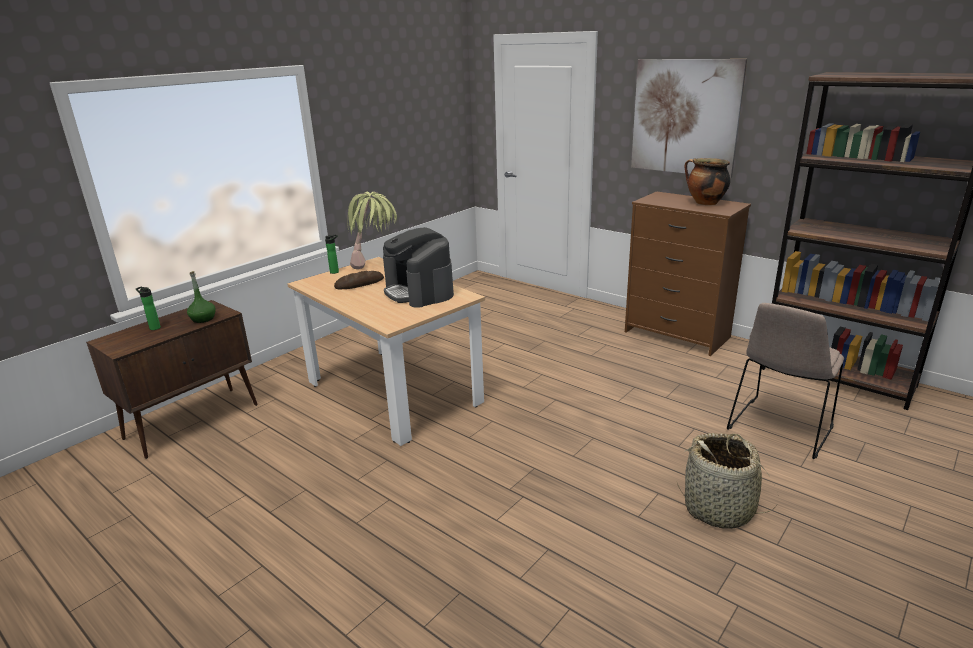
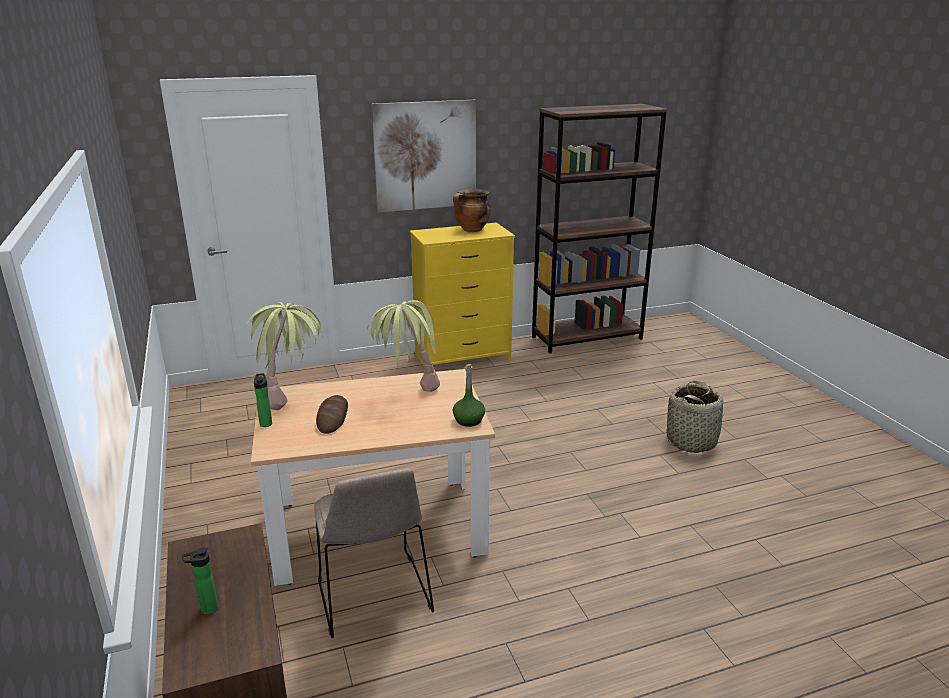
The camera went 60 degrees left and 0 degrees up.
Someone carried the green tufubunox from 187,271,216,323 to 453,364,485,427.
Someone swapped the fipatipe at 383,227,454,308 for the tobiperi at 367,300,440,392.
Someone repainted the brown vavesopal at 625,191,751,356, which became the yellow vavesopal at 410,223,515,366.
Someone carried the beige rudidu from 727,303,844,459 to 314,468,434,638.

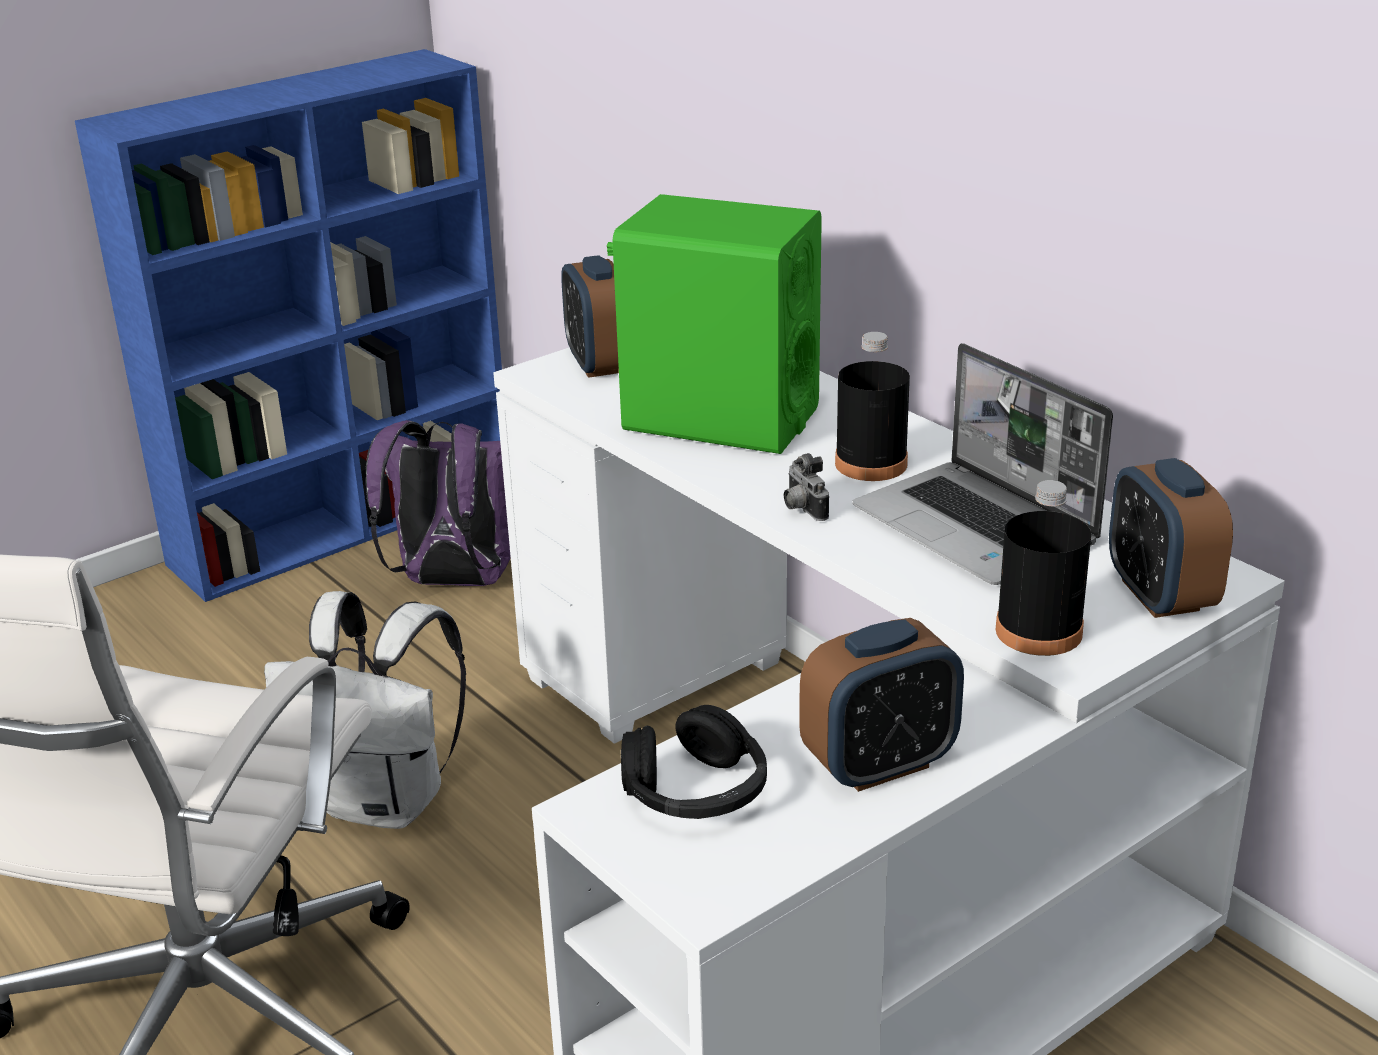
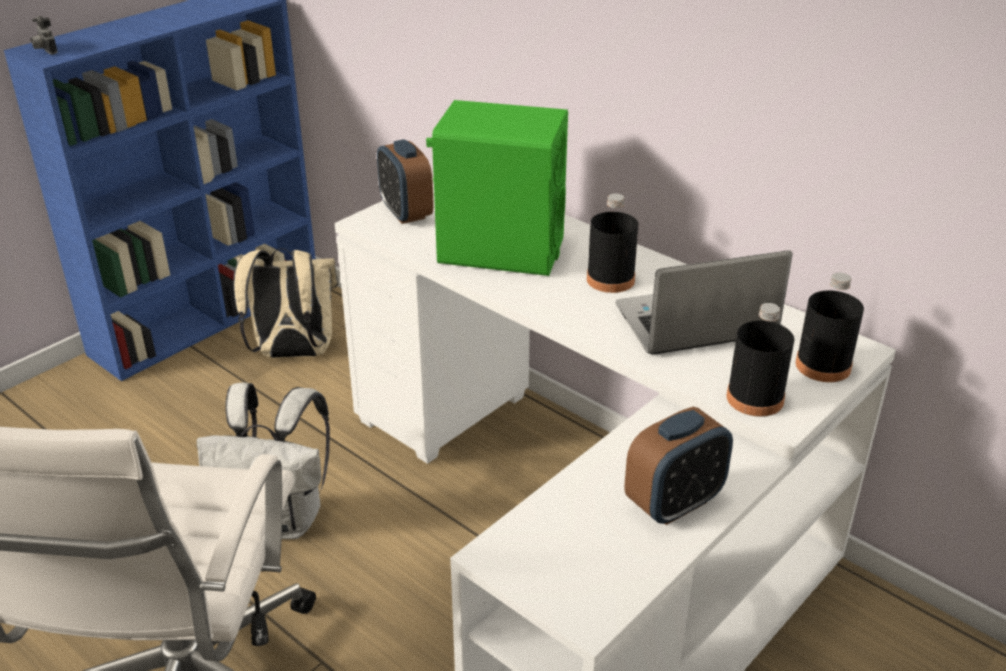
The camera went 10 degrees left and 5 degrees up.
Someone repainted the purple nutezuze at 366,420,511,586, which became the beige nutezuze at 233,248,338,358.
Someone took away the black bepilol at 621,705,767,819.
Someone carried the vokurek from 784,453,829,521 to 31,16,58,55.
Someone rotated the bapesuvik at 853,343,1113,585 by 120 degrees clockwise.
Someone swapped the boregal at 1109,458,1233,618 for the black tufubunox at 795,273,864,382.

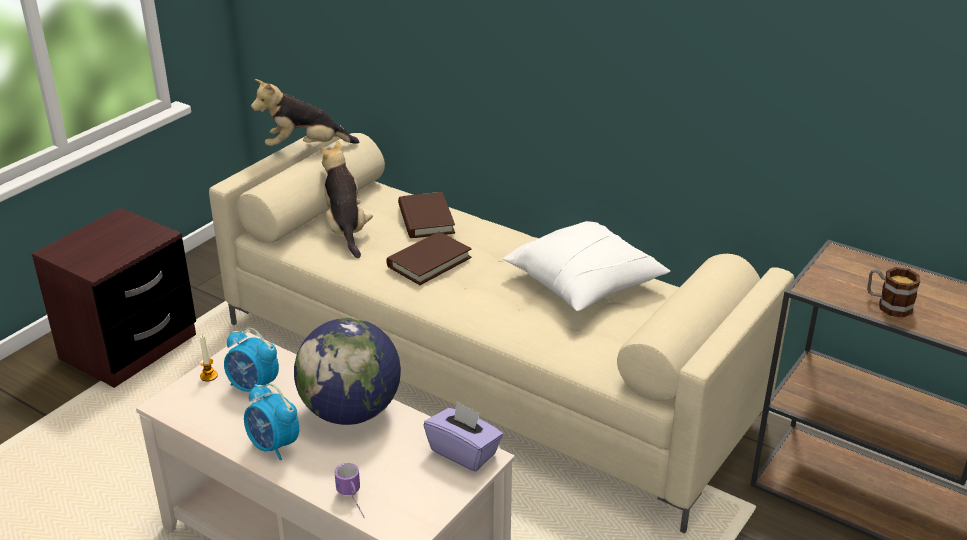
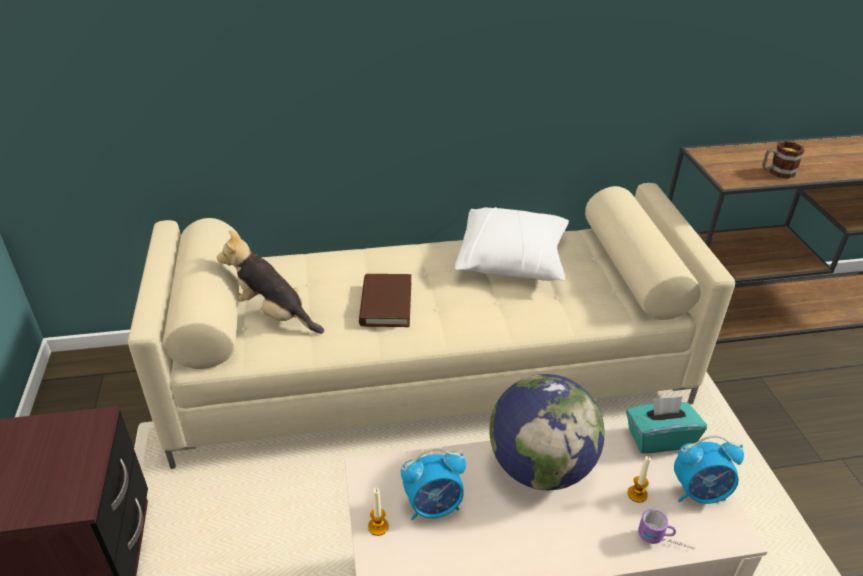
The camera went 45 degrees left and 5 degrees up.
Someone carried the boregal from 244,384,299,460 to 674,435,744,504.
Someone took away the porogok at 251,79,359,146.
Someone took away the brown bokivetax at 398,192,455,238.
Someone repainted the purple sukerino at 423,401,503,472, which became the turquoise sukerino at 626,396,707,454.
Someone put down the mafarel at 628,456,651,503.

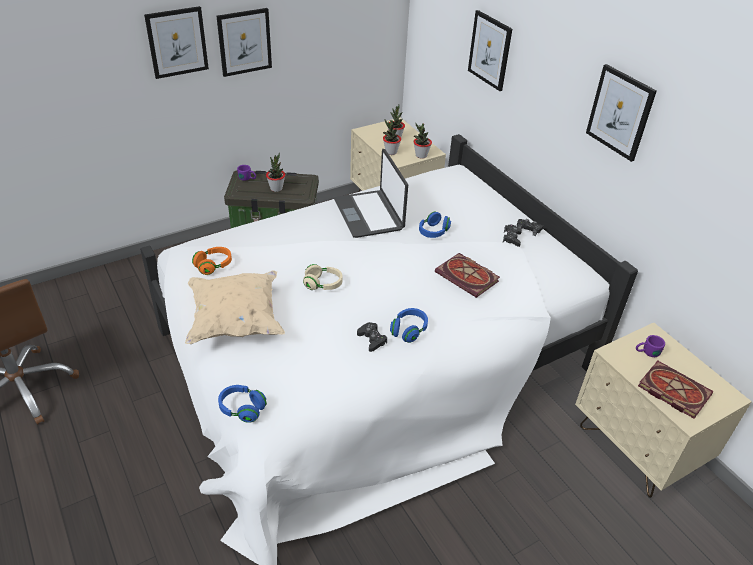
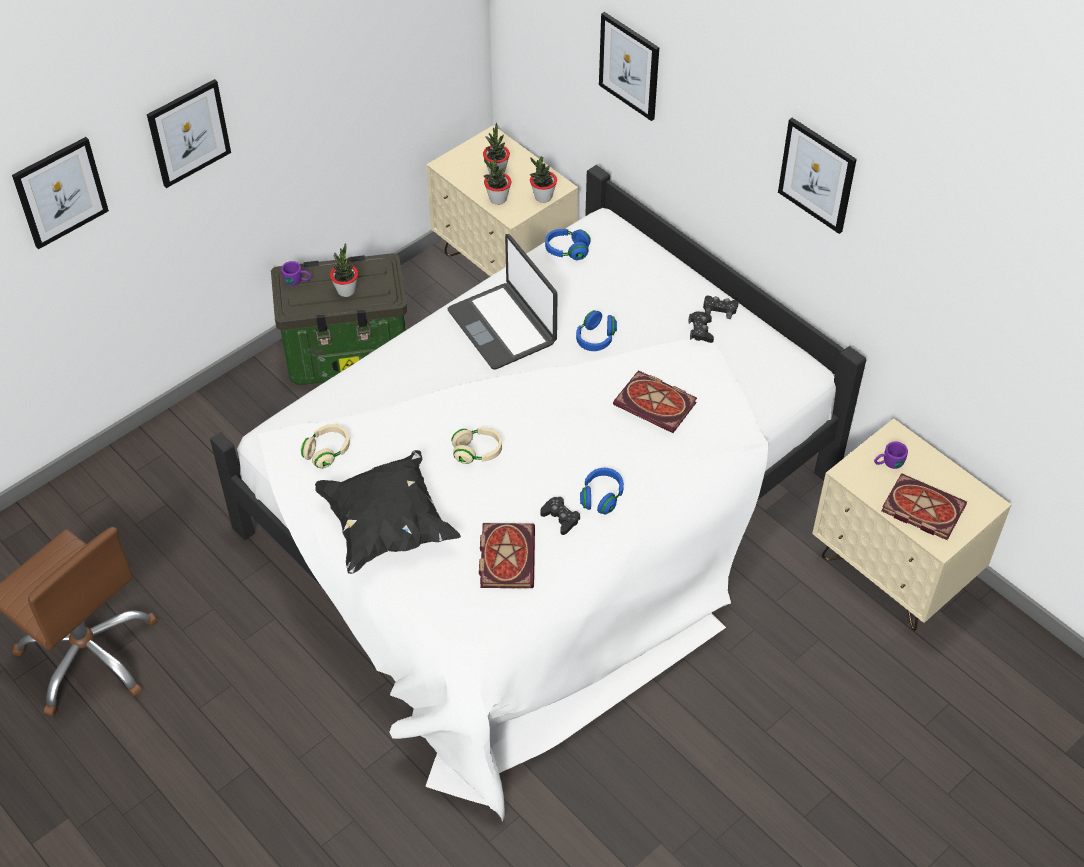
The camera went 10 degrees left and 10 degrees up.
Someone repainted the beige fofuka at 185,271,285,344, which became the black fofuka at 315,450,461,574.
Someone repainted the orange bepilol at 192,247,232,275, which became the beige bepilol at 300,424,350,468.
Someone carried the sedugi from 217,8,272,77 to 12,137,109,249.
Someone carried the blue bepilol from 218,385,267,423 to 545,229,591,260.
Someone put down the bokivetax at 479,523,535,588.

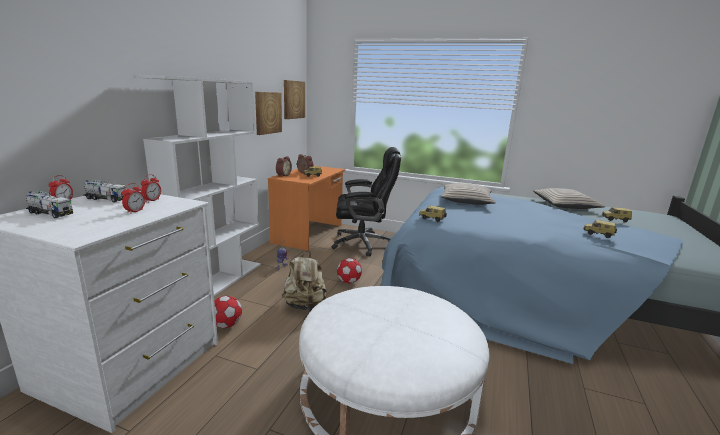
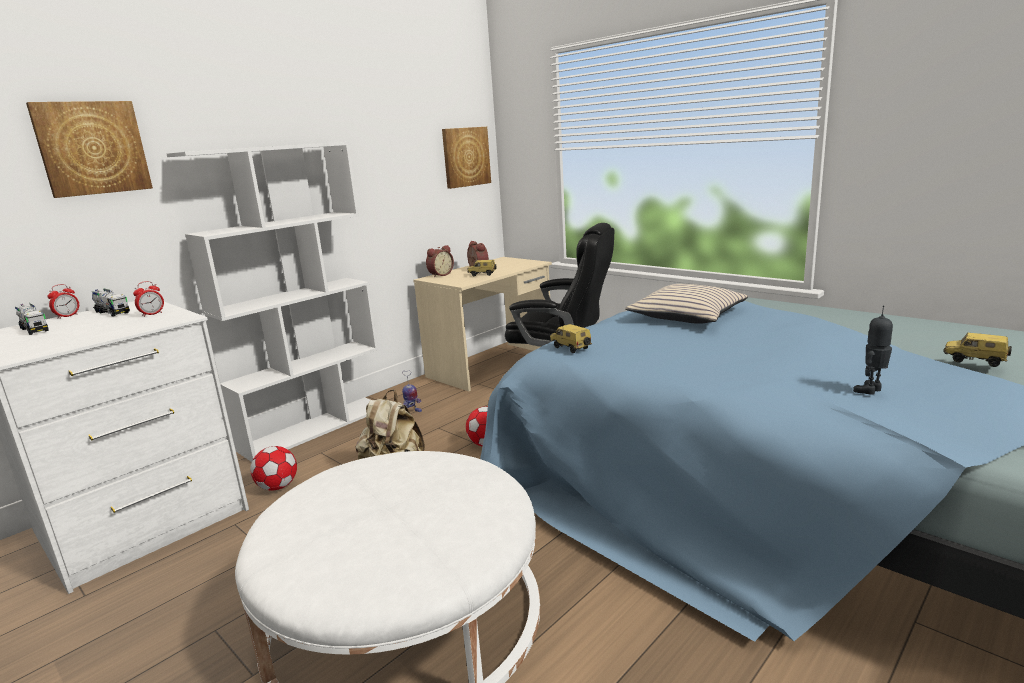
The camera went 25 degrees right and 0 degrees up.
Someone took away the boregal at 122,183,145,214.
Someone carried the sedugi from 255,92,282,135 to 26,101,153,198.
Someone repainted the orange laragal at 268,166,345,251, which became the beige laragal at 413,257,552,391.
Someone took away the beige fofuka at 533,188,605,209.
Someone swapped the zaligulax at 583,220,617,238 for the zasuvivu at 853,305,893,395.

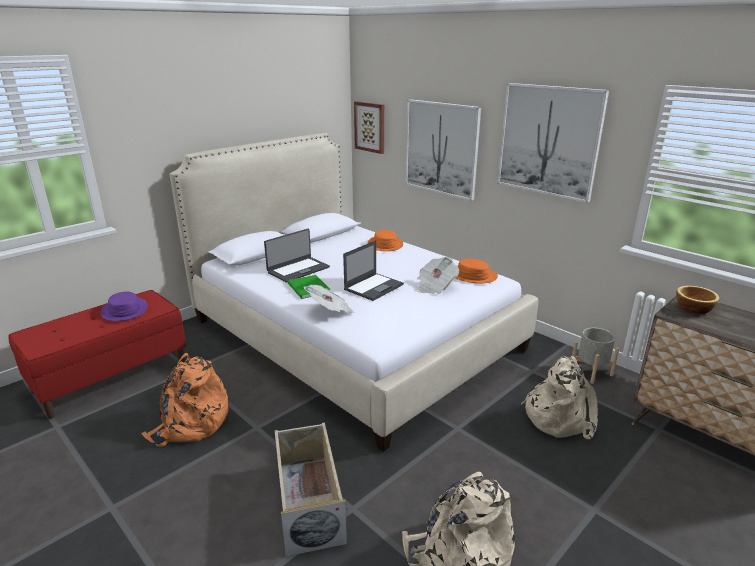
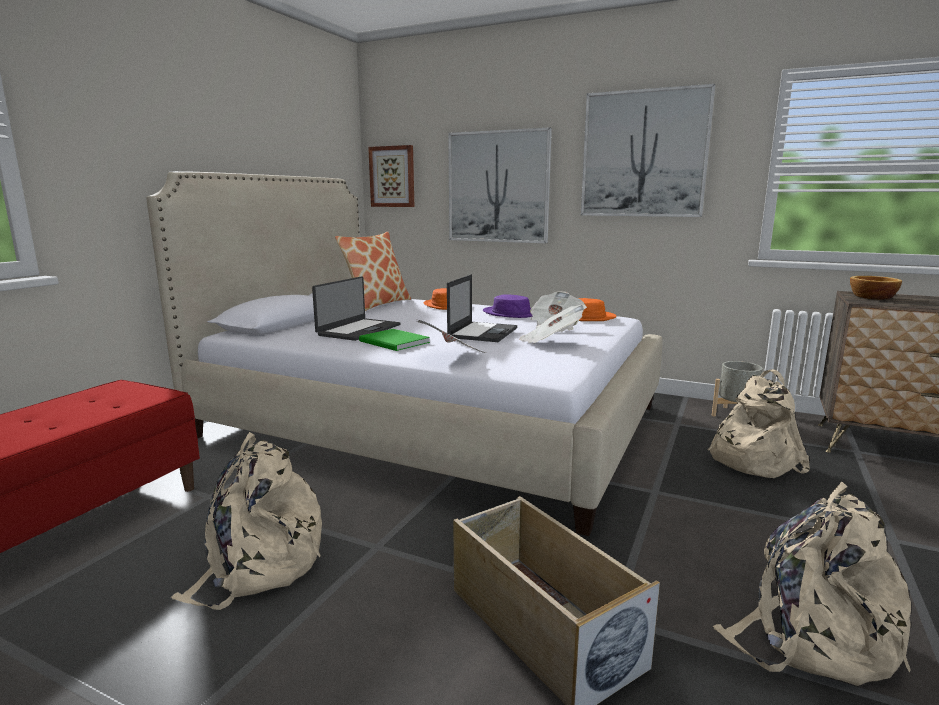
The camera went 20 degrees left and 10 degrees down.
Someone carried the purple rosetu from 101,291,148,321 to 483,294,533,318.
Someone repainted the orange nutezuze at 141,353,228,447, which became the beige nutezuze at 171,432,322,610.
Someone put down the fofuka at 335,232,411,311.
Someone put down the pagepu at 519,305,587,343.

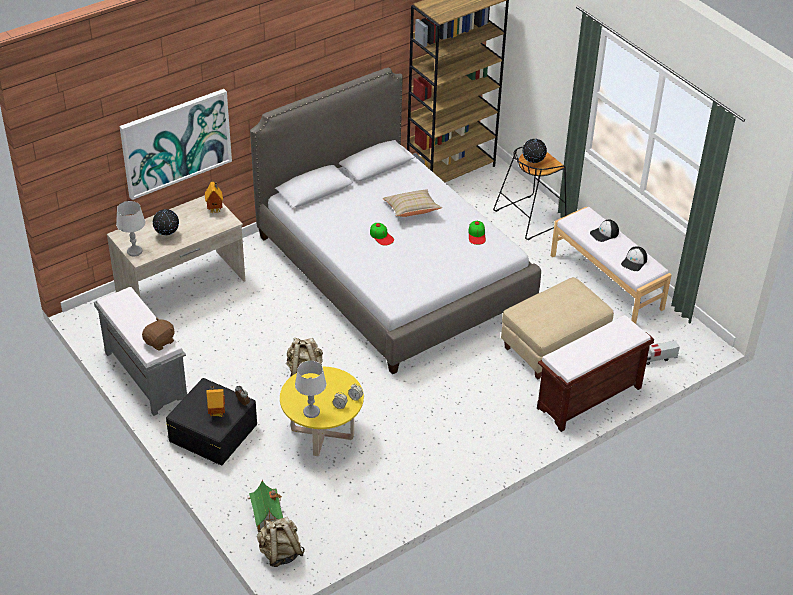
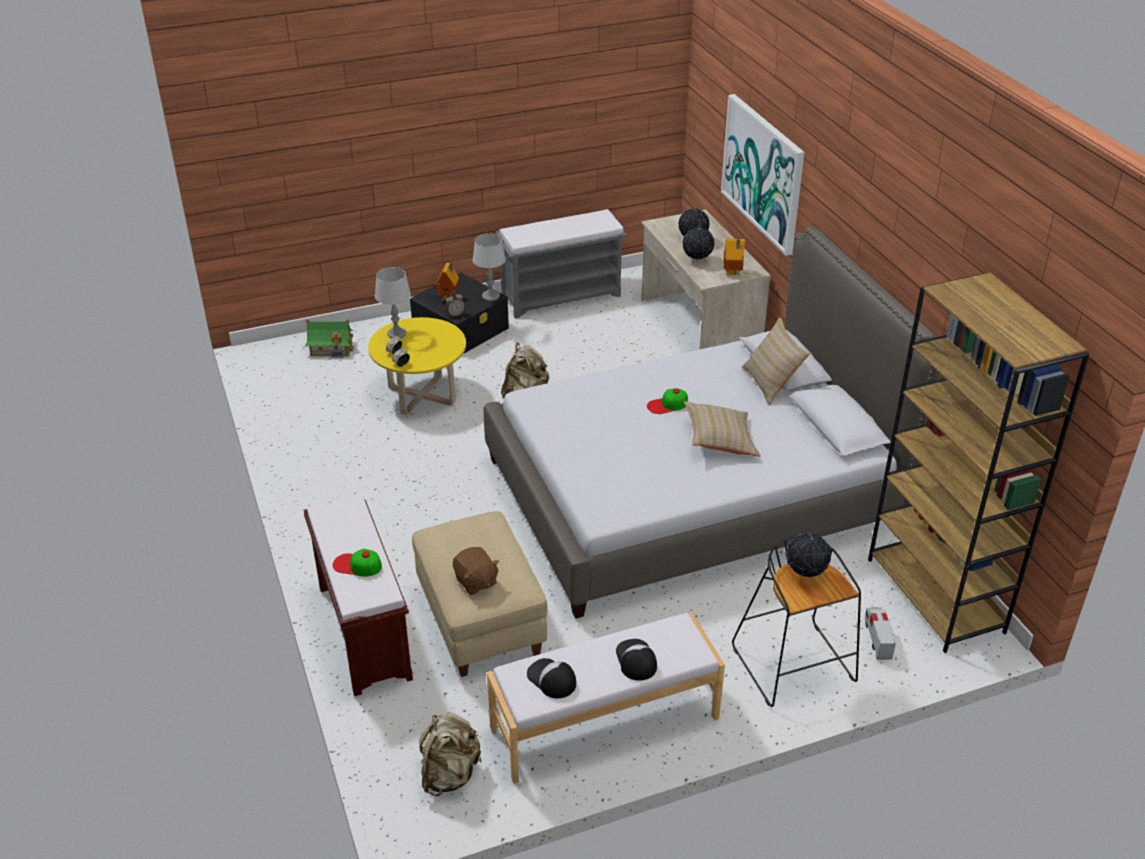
The camera went 105 degrees right and 5 degrees down.
Someone carried the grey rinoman from 116,201,145,257 to 473,234,506,301.
Someone carried the brown porogok from 142,317,175,351 to 453,547,499,595.
Someone carried the beige nutezuze from 257,517,305,567 to 419,712,482,796.
Someone carried the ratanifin from 468,221,486,245 to 333,549,382,577.
Someone carried the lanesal from 646,340,680,365 to 865,607,896,660.
Someone put down the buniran at 682,225,714,262.
Someone put down the beige fofuka at 742,317,810,405.

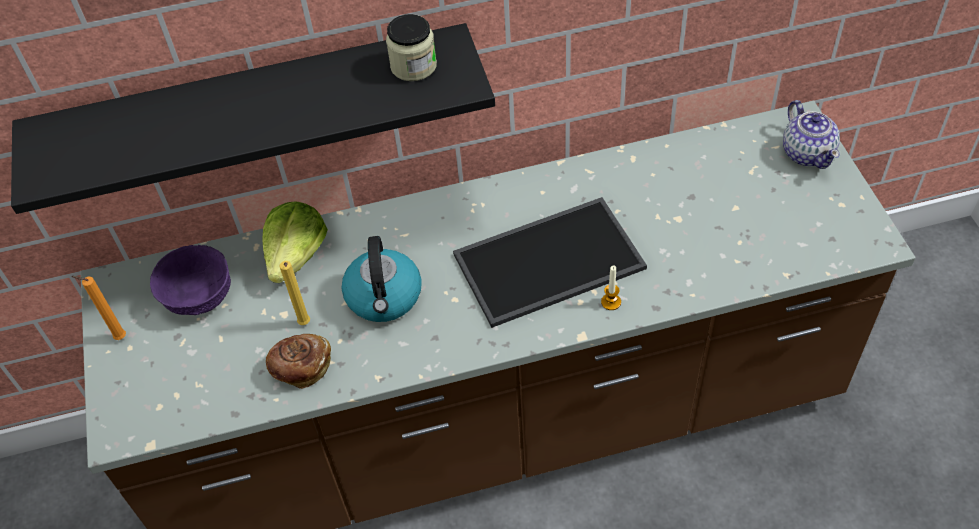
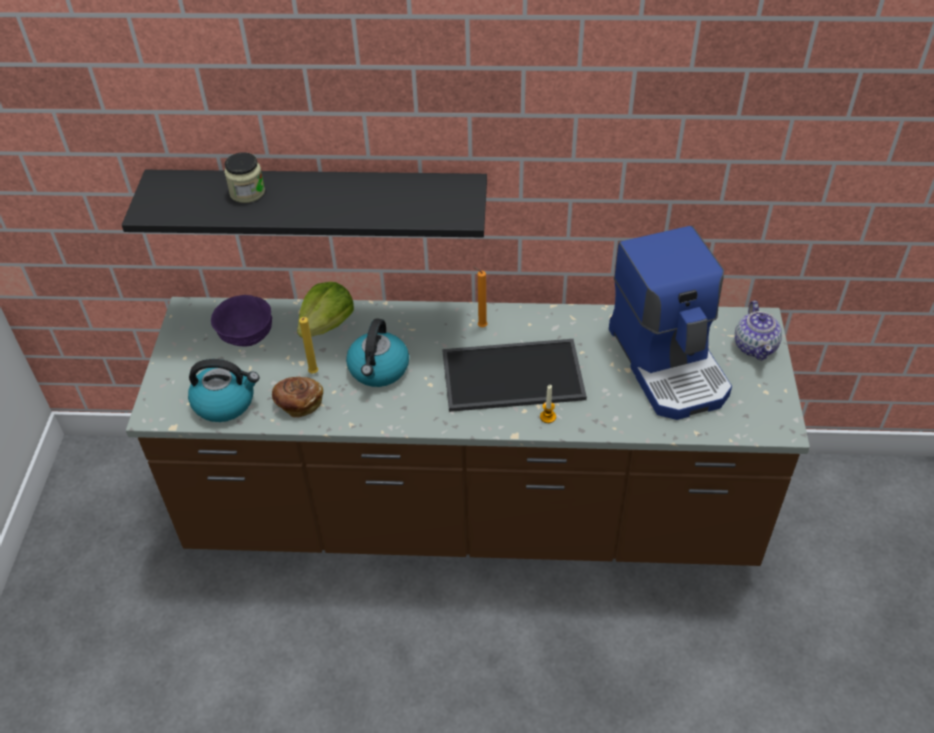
The camera went 15 degrees right and 5 degrees down.
Someone carried the orange mafarel from 71,276,126,340 to 474,267,487,327.
Someone carried the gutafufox from 386,14,437,81 to 224,152,265,203.
Someone put down the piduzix at 188,359,259,422.
Someone put down the fipatipe at 609,226,732,420.

